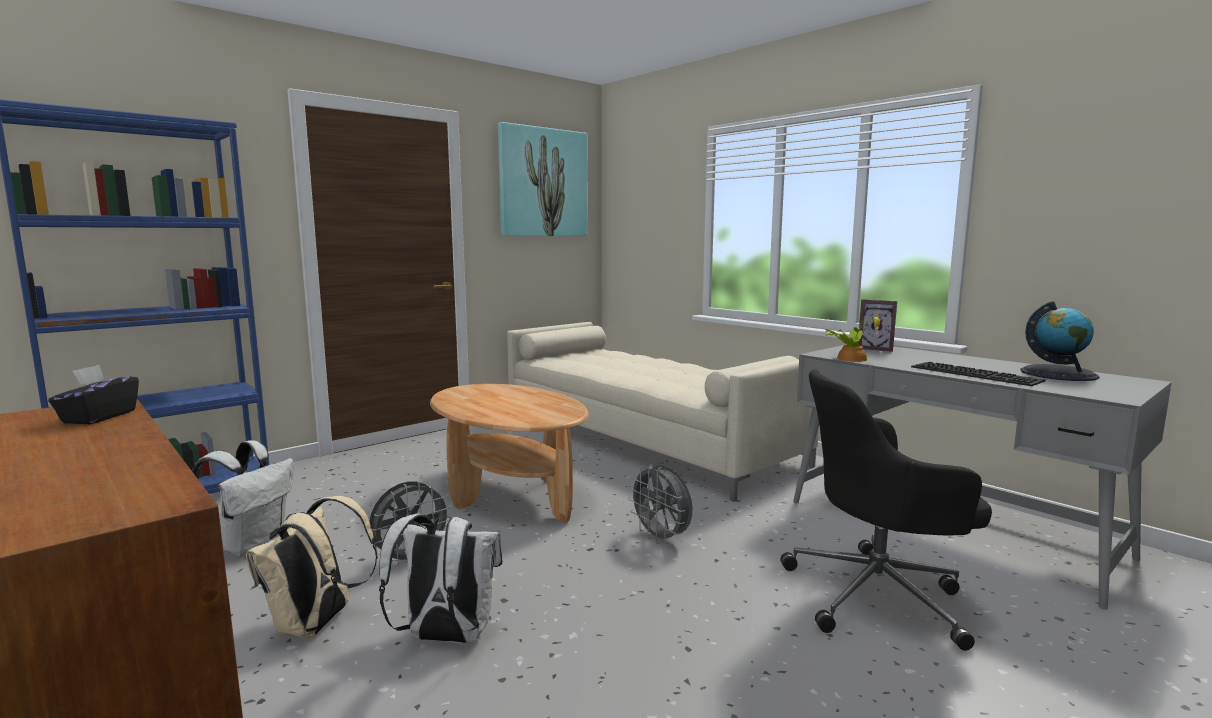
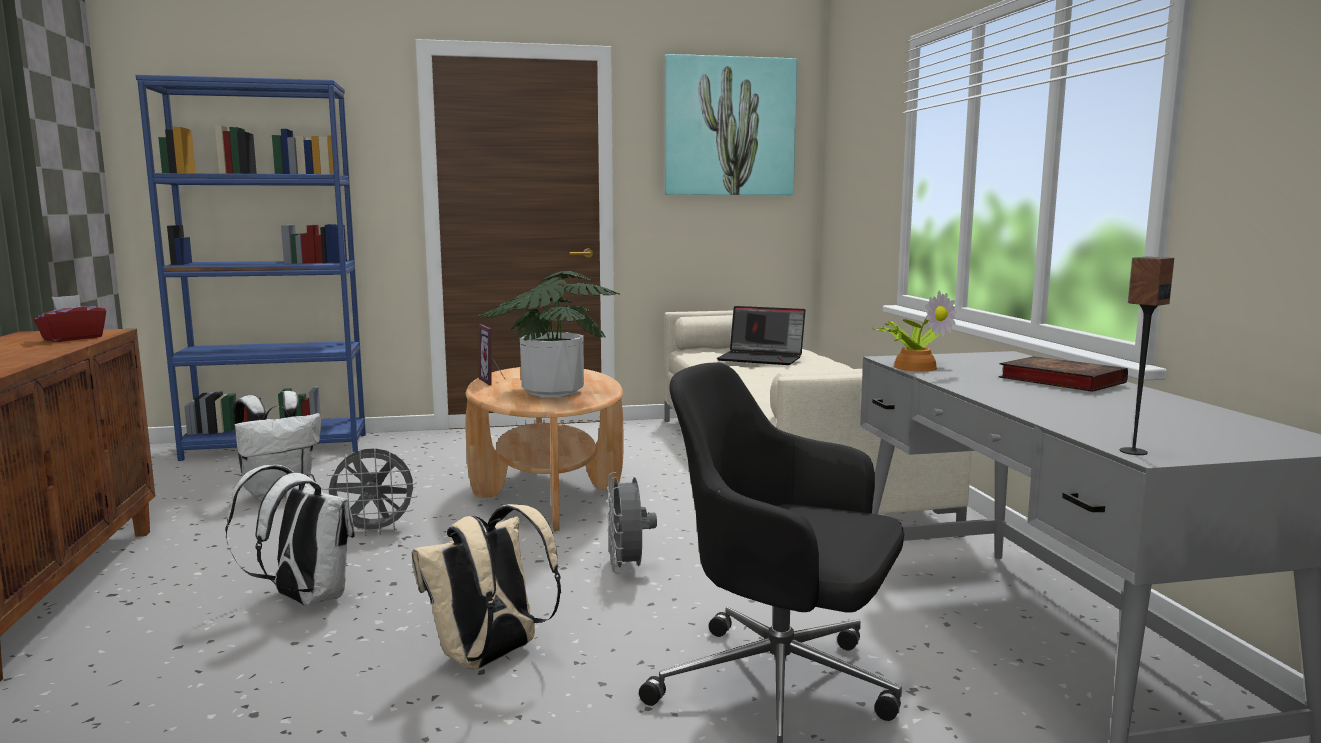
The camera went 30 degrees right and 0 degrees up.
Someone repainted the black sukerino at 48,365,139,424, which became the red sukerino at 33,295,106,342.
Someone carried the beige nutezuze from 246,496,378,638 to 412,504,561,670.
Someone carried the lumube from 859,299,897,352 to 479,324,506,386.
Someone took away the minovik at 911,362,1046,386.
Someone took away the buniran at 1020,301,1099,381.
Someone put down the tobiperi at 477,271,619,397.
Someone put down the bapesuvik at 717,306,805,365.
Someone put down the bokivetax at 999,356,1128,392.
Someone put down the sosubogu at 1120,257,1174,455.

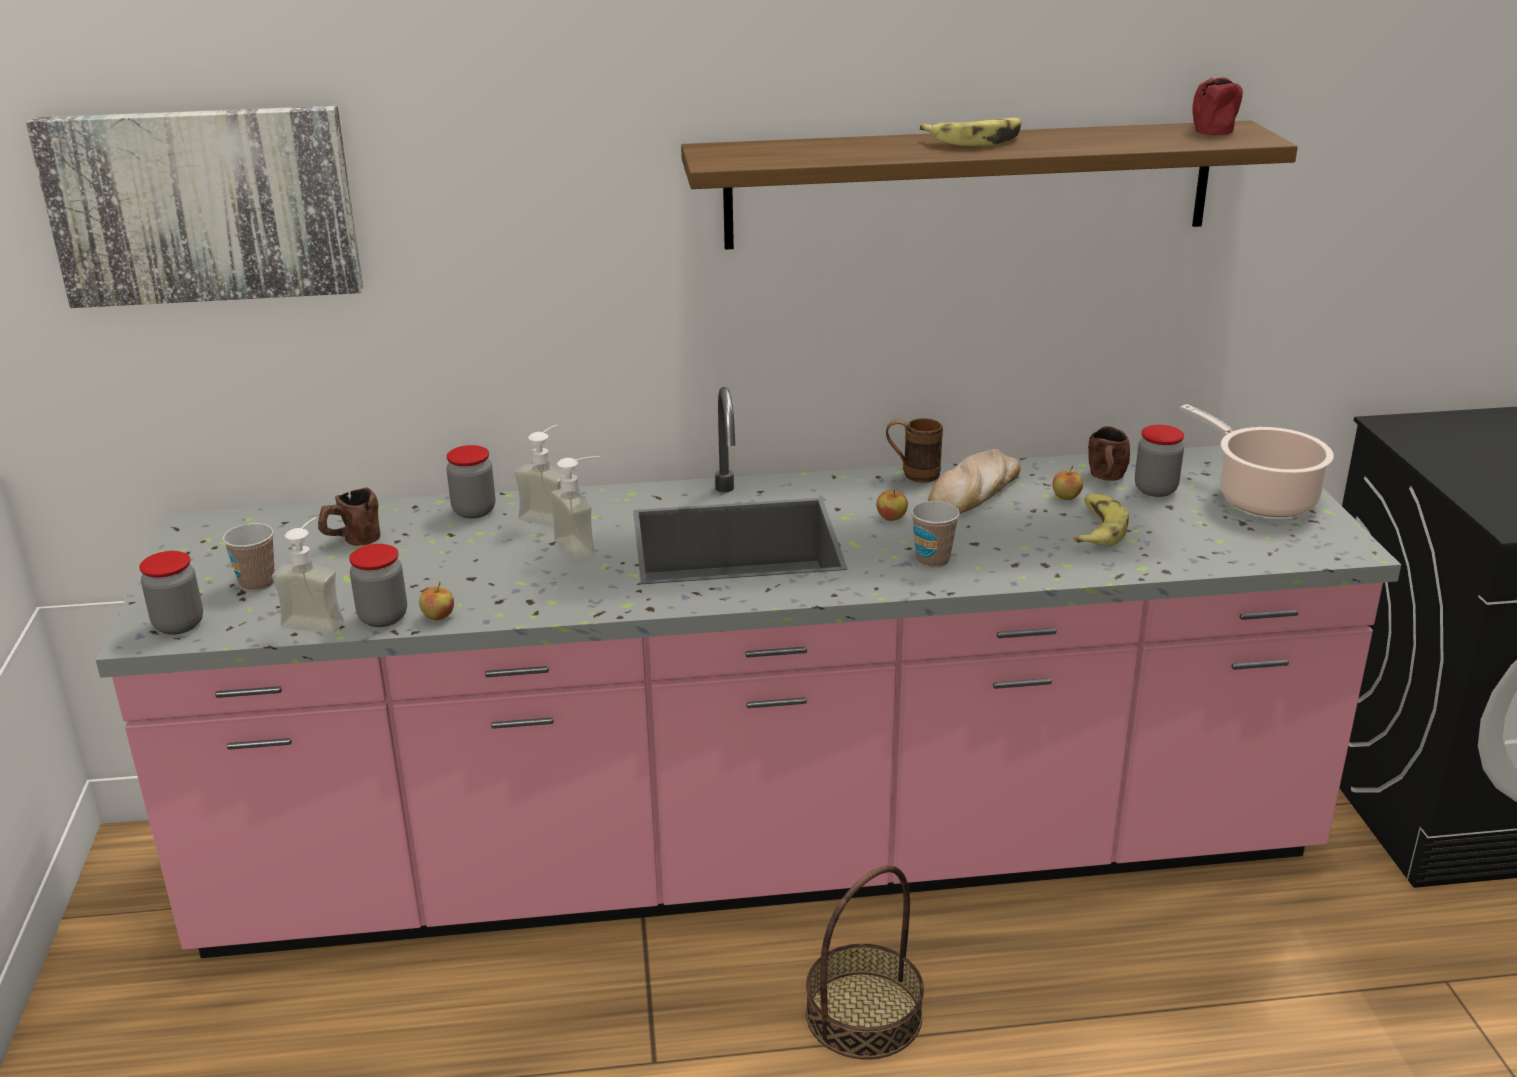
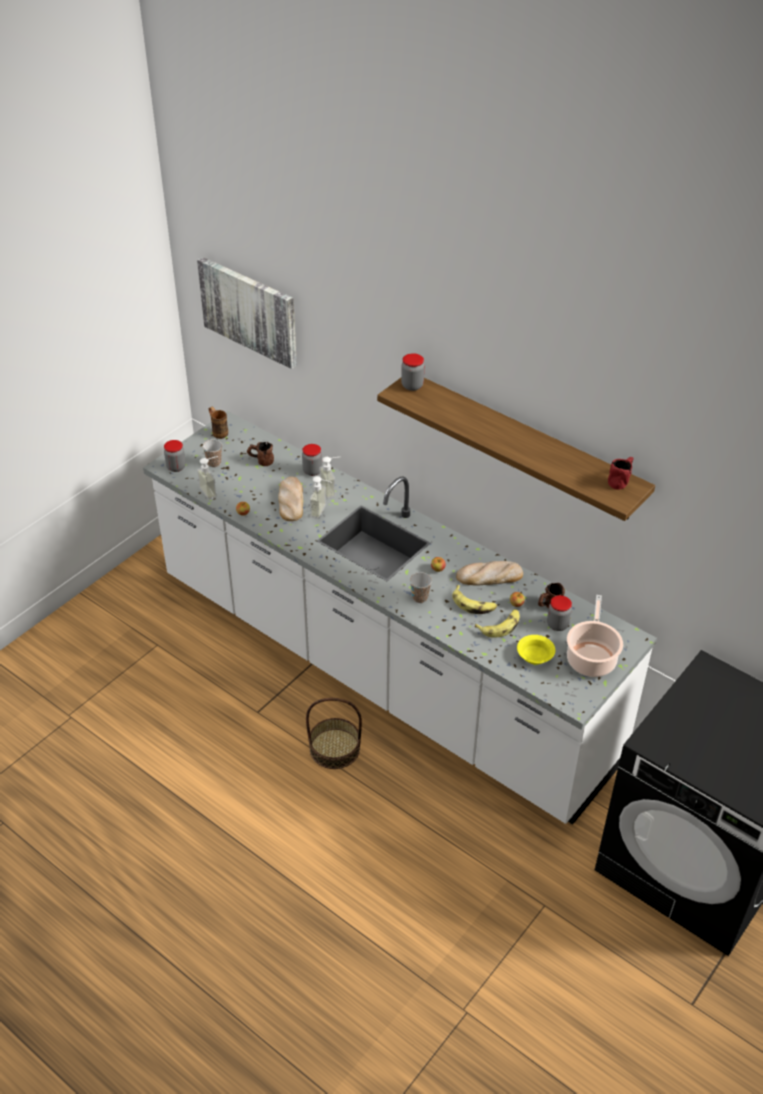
The camera went 45 degrees right and 15 degrees up.
Someone repainted the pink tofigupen at 96,387,1401,958, which became the white tofigupen at 143,411,657,825.
Someone carried the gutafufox from 349,544,407,627 to 401,353,424,391.
Someone carried the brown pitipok from 886,418,943,483 to 209,407,228,439.
Someone carried the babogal from 920,118,1022,147 to 452,585,497,614.
Someone put down the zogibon at 278,476,303,521.
Someone put down the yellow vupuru at 517,635,555,665.

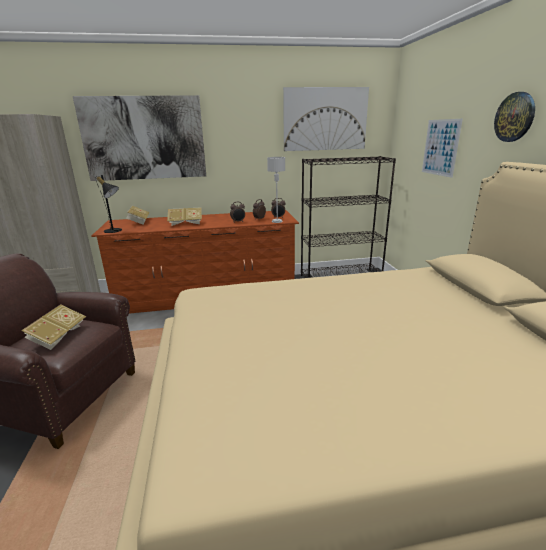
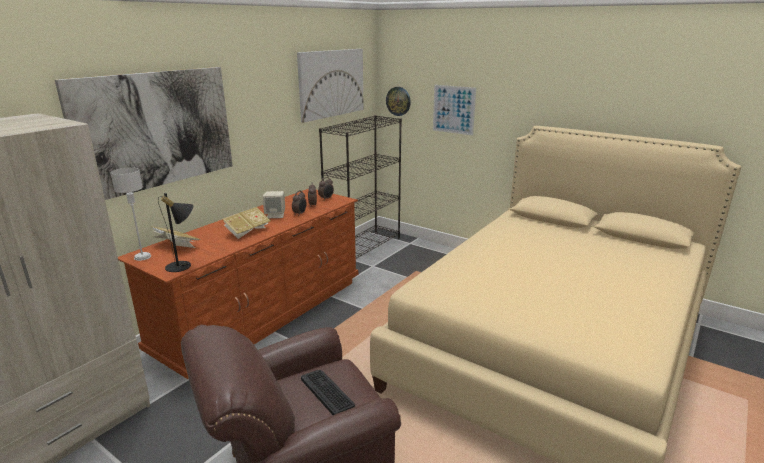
The camera went 45 degrees left and 0 degrees up.
Someone swapped the bokivetax at 21,304,86,350 for the minovik at 301,370,355,415.
Someone carried the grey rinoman from 267,157,285,223 to 110,167,151,261.
Someone carried the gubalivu from 494,92,535,142 to 386,87,411,116.
Someone put down the beige sosubogu at 263,191,285,218.

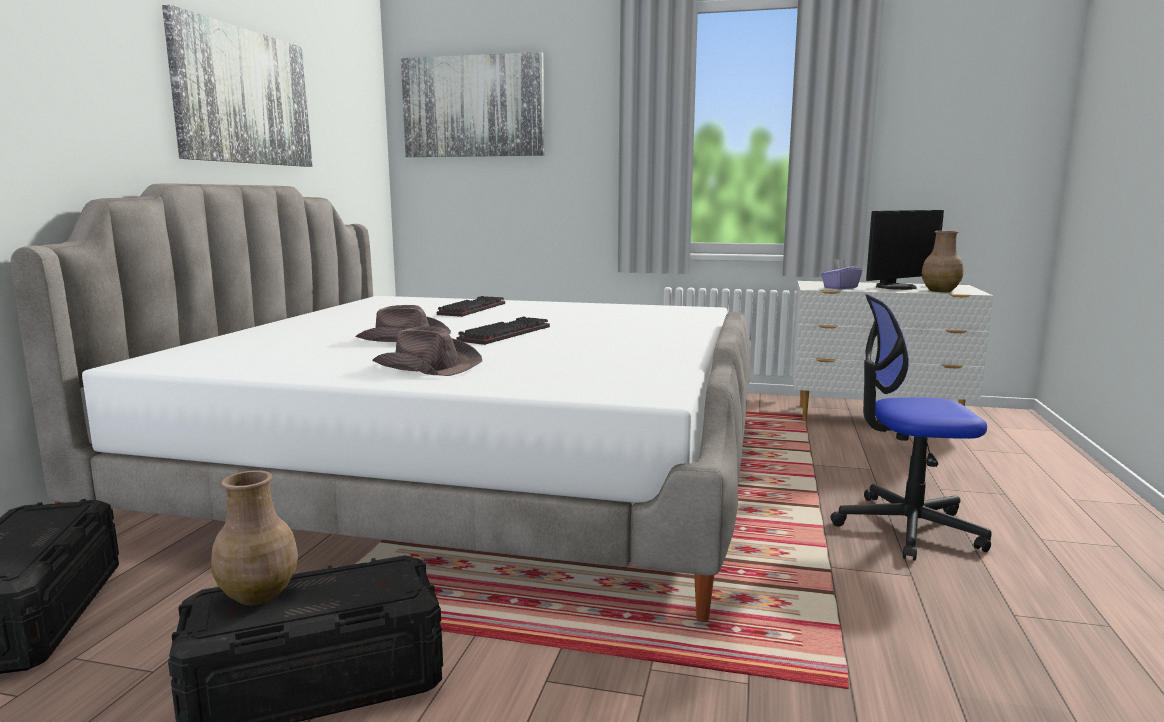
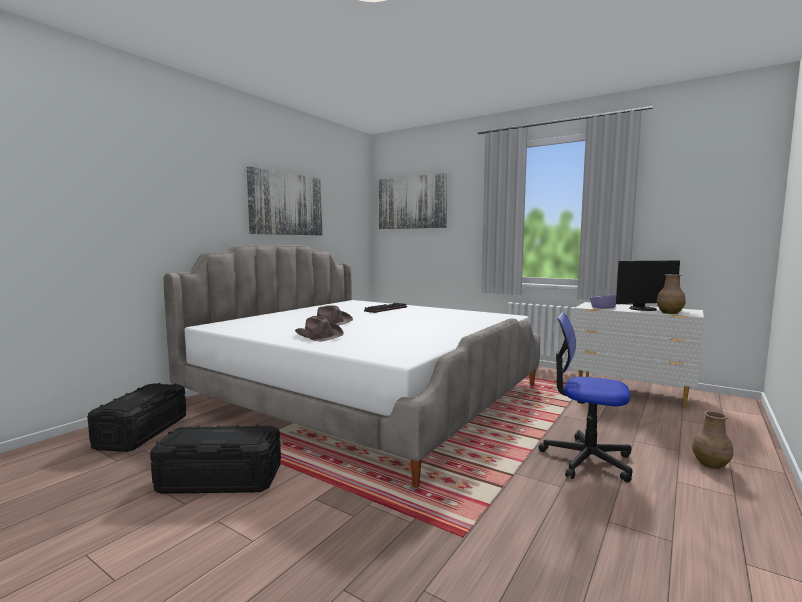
The camera went 20 degrees right and 5 degrees down.
Someone carried the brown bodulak from 211,470,298,605 to 692,411,733,469.
Someone took away the minovik at 457,317,550,345.

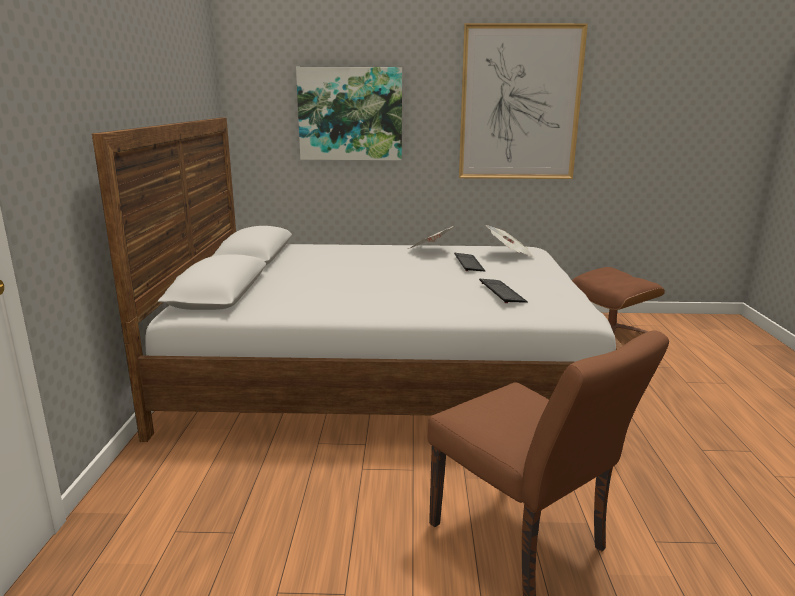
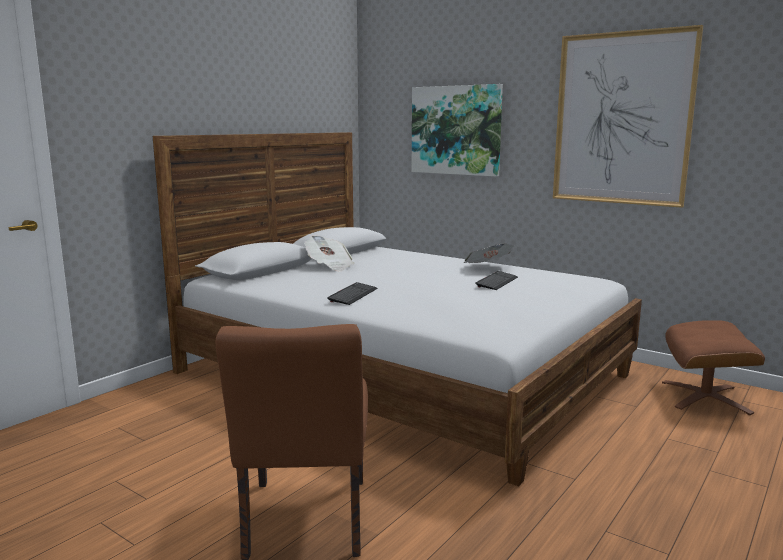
The camera went 35 degrees right and 5 degrees down.
Someone carried the minovik from 479,279,528,303 to 327,282,377,305.
Someone carried the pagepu from 486,225,535,258 to 304,235,355,271.

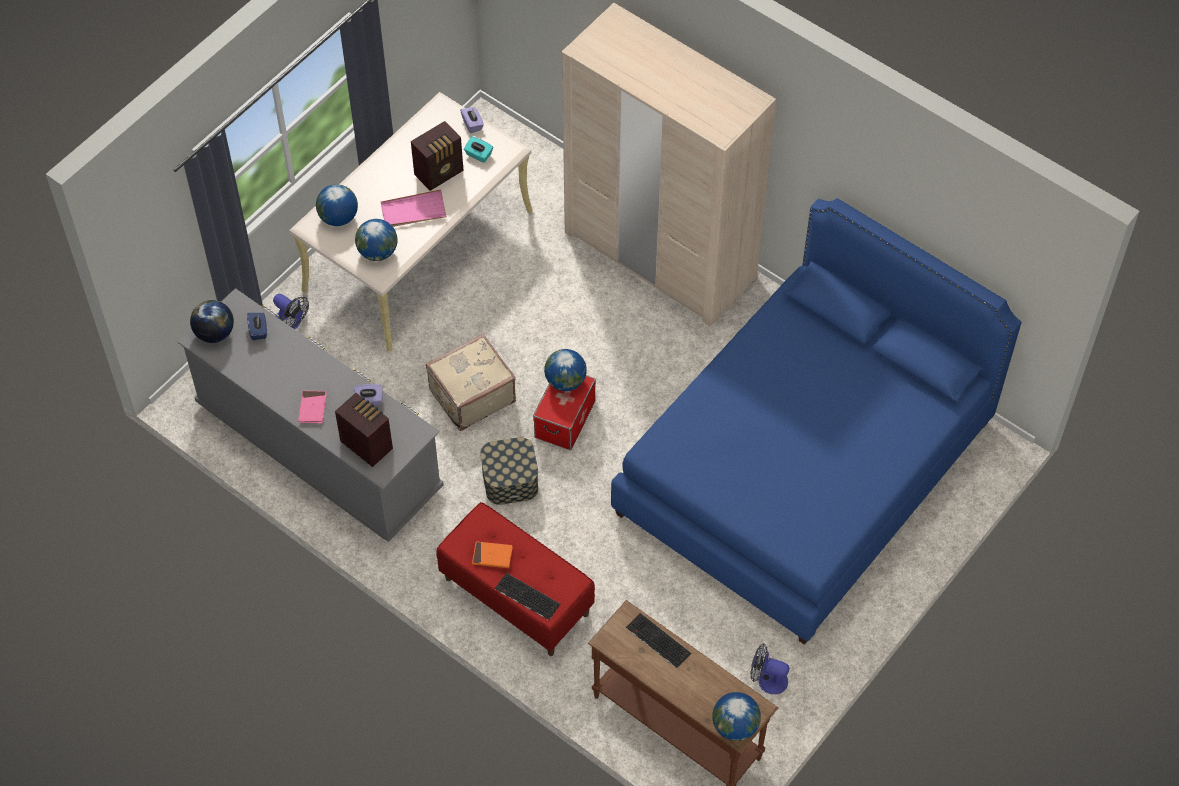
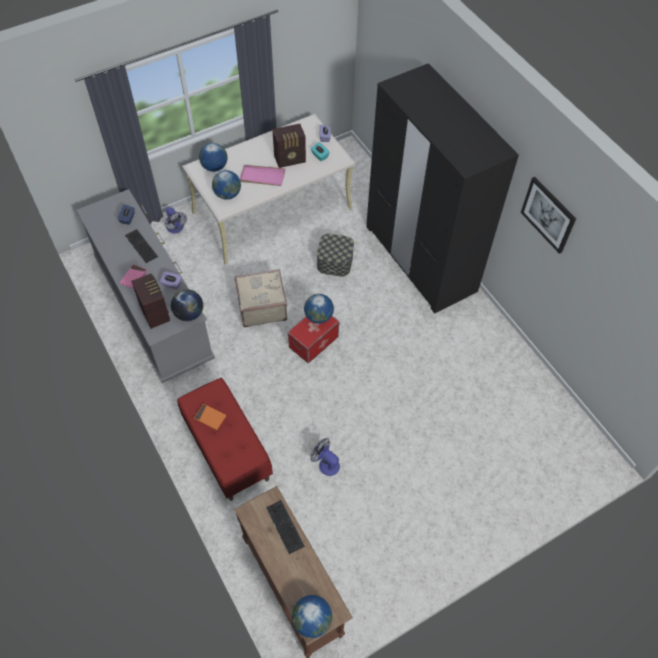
The camera went 20 degrees right and 0 degrees up.
Someone carried the buniran from 190,300,234,343 to 171,289,203,321.
Someone carried the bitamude from 480,437,538,505 to 317,234,354,277.
Someone carried the minovik from 495,573,560,620 to 125,229,158,263.
Someone repainted the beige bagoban at 562,3,776,326, which became the black bagoban at 366,63,519,313.
Someone took away the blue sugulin at 611,198,1021,645.
Someone carried the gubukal from 750,643,789,694 to 310,438,340,476.
Someone put up the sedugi at 521,177,576,254.

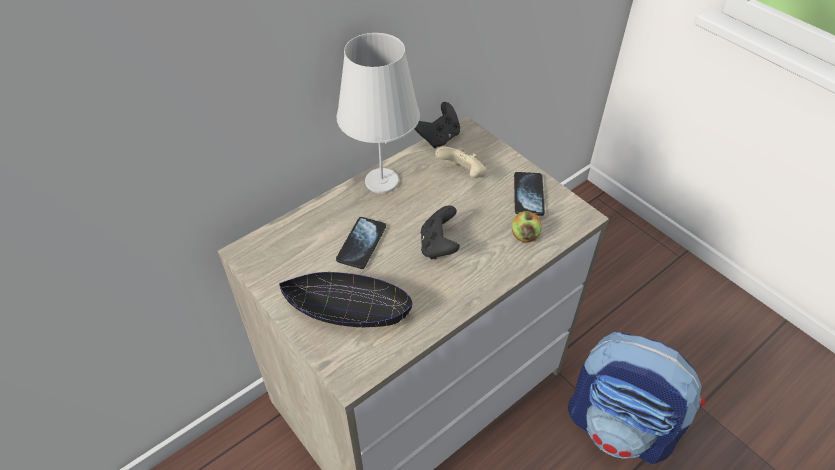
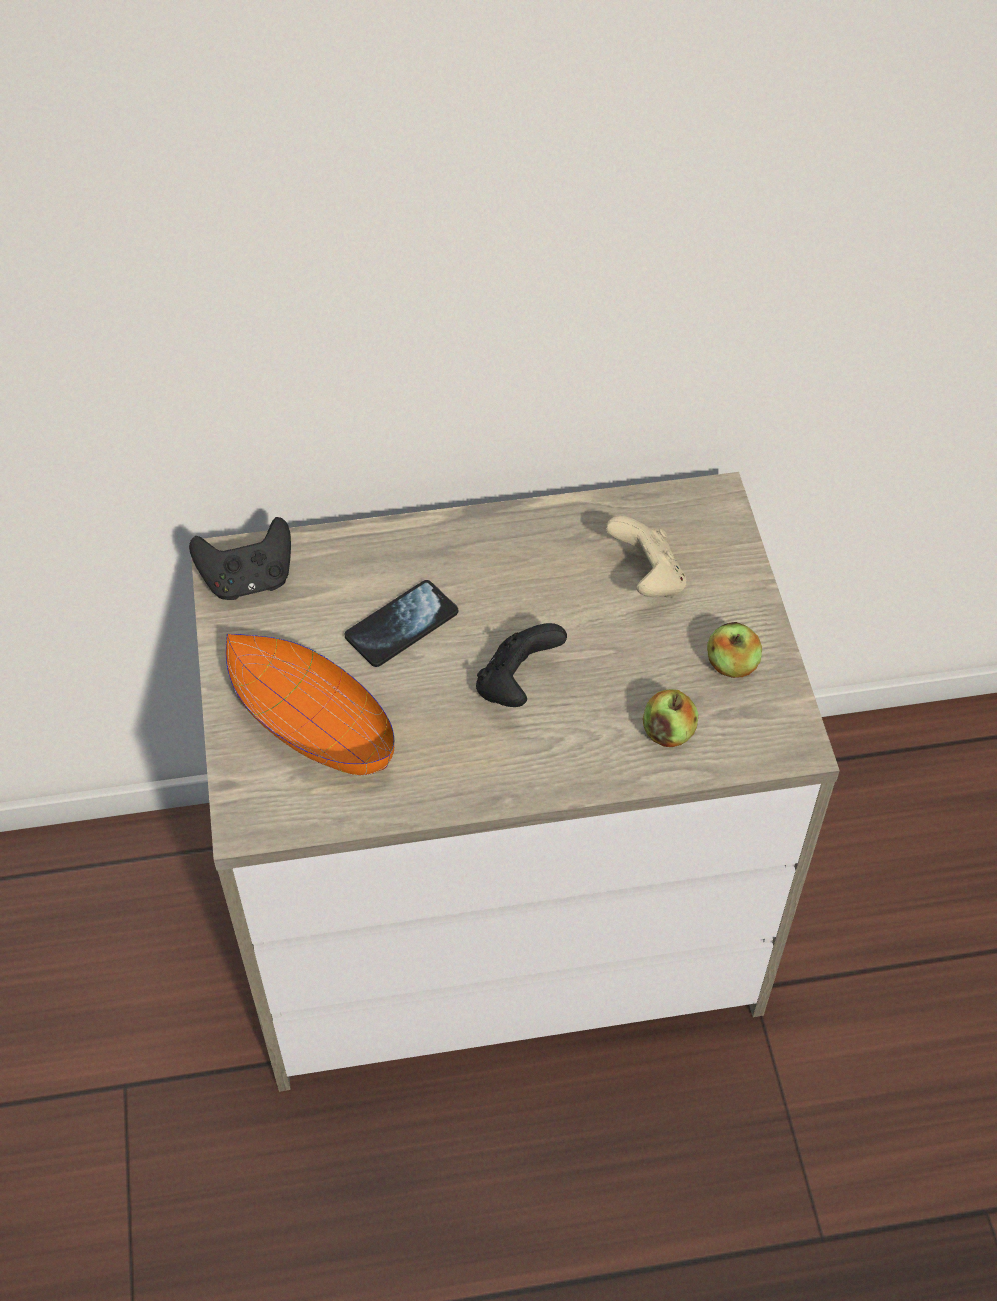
The camera went 30 degrees right and 5 degrees up.
Someone repainted the black vupuru at 279,272,413,328, which became the orange vupuru at 226,634,394,775.
Someone took away the white rinoman at 337,33,420,193.
Someone carried the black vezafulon from 415,102,460,148 to 189,517,291,600.
Someone swapped the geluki at 514,172,545,216 for the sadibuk at 707,622,762,678.
Someone took away the nutezuze at 568,332,706,464.

